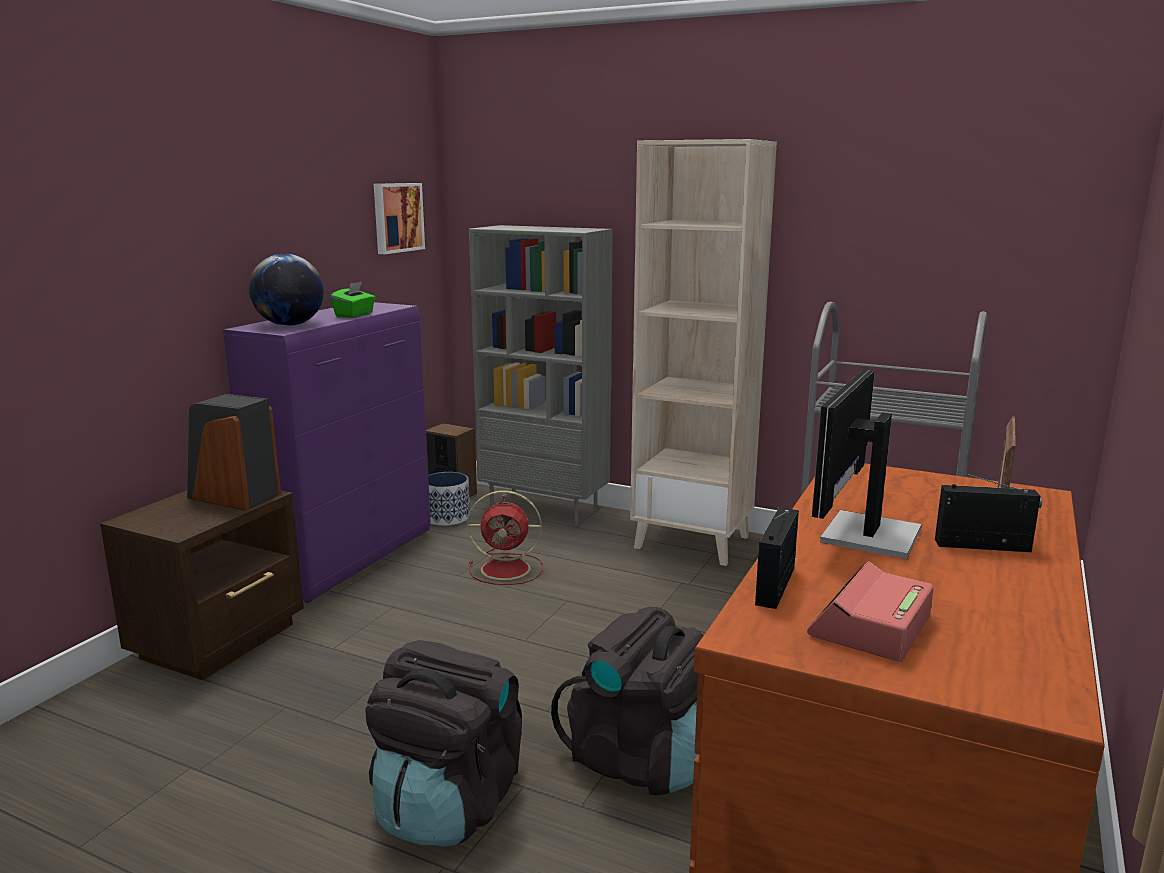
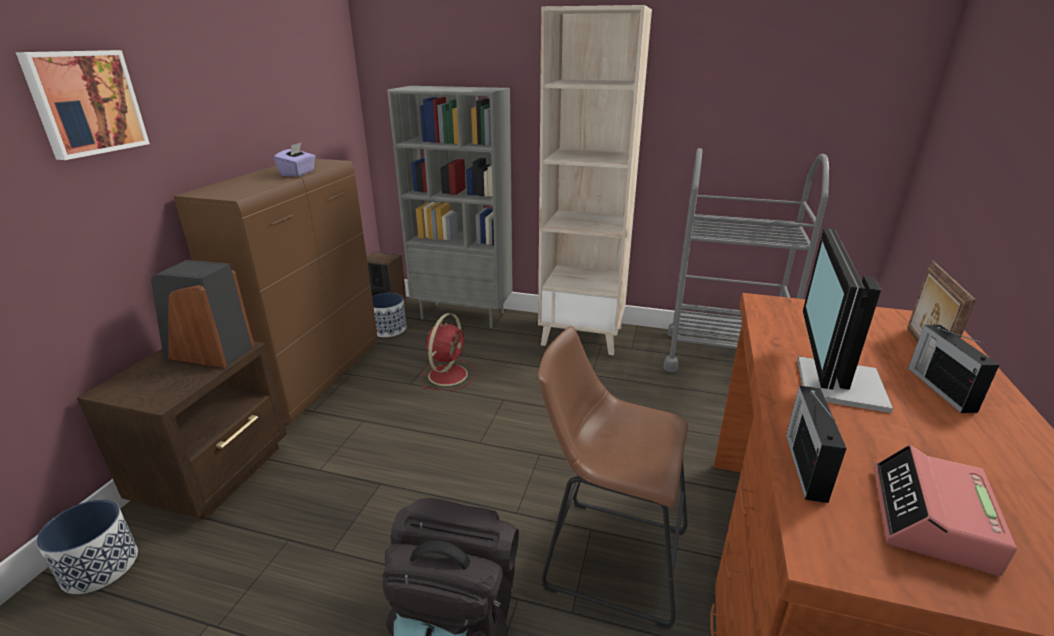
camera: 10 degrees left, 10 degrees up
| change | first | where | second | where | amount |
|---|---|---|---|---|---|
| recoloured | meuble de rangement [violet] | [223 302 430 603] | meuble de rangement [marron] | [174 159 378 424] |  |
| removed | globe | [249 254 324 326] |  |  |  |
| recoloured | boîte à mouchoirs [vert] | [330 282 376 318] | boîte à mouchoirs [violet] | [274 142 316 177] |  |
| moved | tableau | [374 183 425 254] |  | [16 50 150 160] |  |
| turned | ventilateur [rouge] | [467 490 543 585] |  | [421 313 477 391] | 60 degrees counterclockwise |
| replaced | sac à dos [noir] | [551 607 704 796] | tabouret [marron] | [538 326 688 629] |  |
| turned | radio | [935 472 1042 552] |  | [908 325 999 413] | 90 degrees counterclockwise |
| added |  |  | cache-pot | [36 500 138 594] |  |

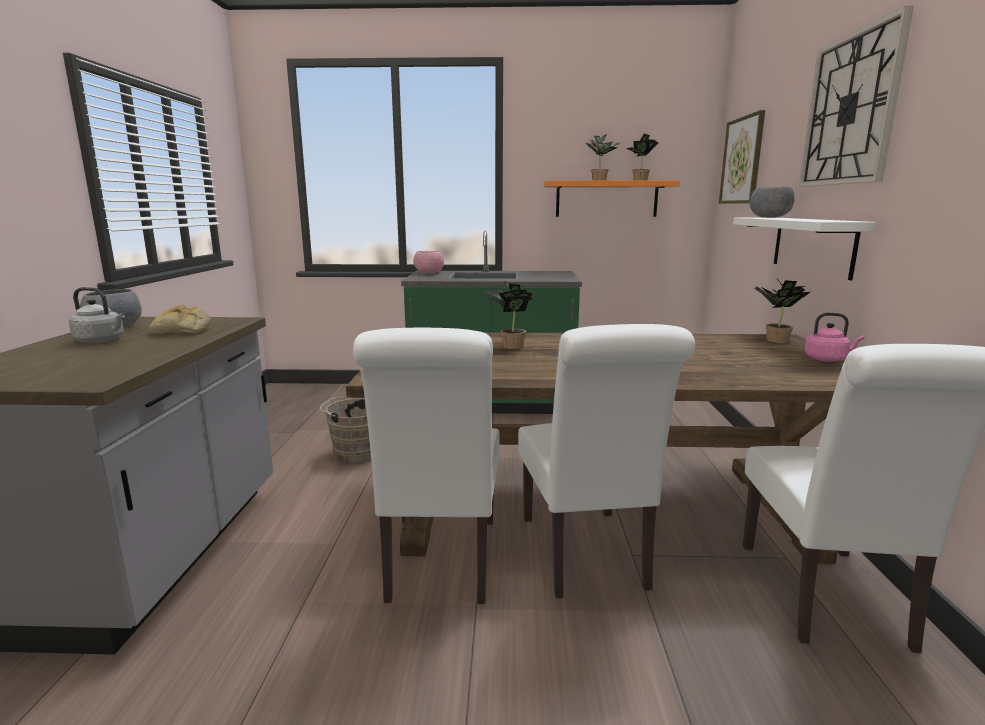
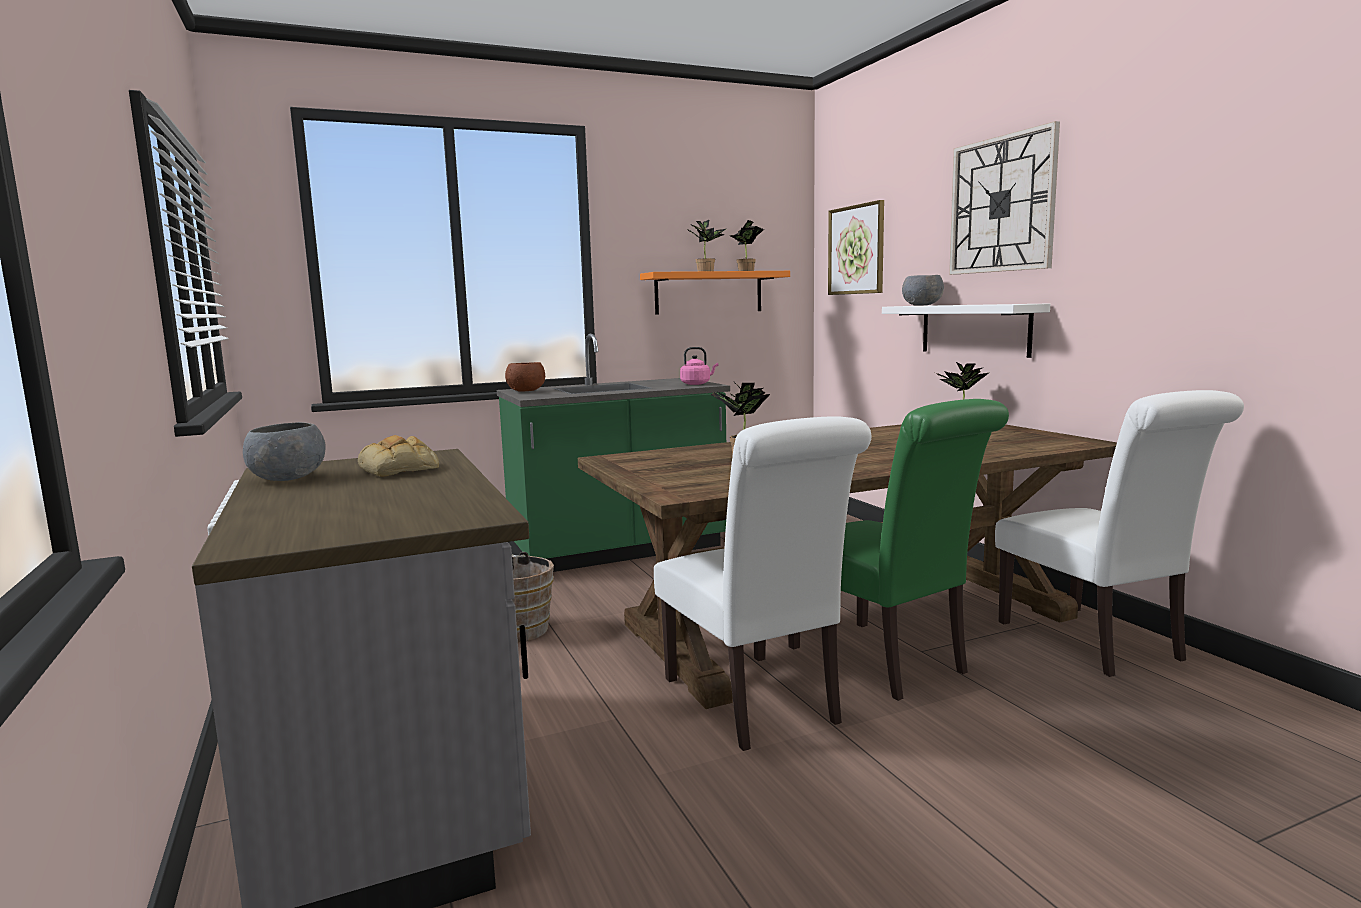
camera: 25 degrees left, 5 degrees down
| change | first | where | second | where | amount |
|---|---|---|---|---|---|
| removed | bouilloire [gris] | [69 287 125 343] |  |  |  |
| recoloured | bol [rose] | [413 251 444 274] | bol [marron] | [505 362 545 391] |  |
| recoloured | chaise [blanc] | [518 324 695 598] | chaise [vert] | [788 399 1009 701] |  |
| moved | bouilloire [rose] | [804 313 865 362] |  | [680 347 718 385] |  |

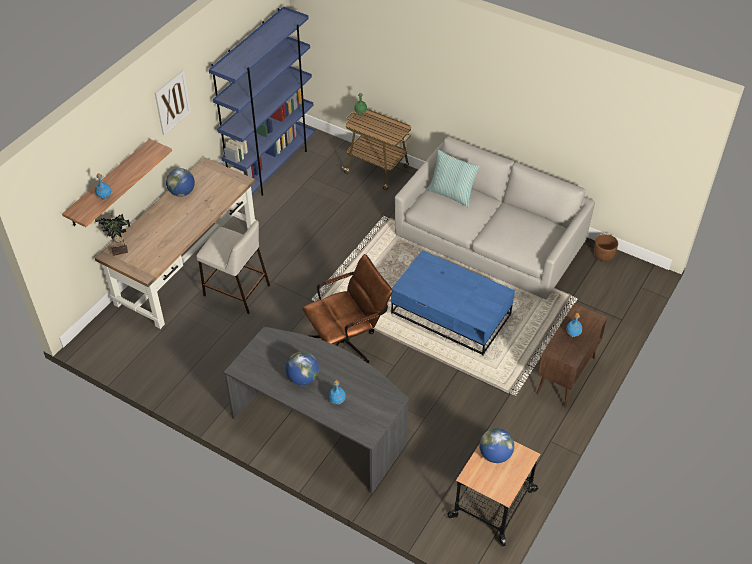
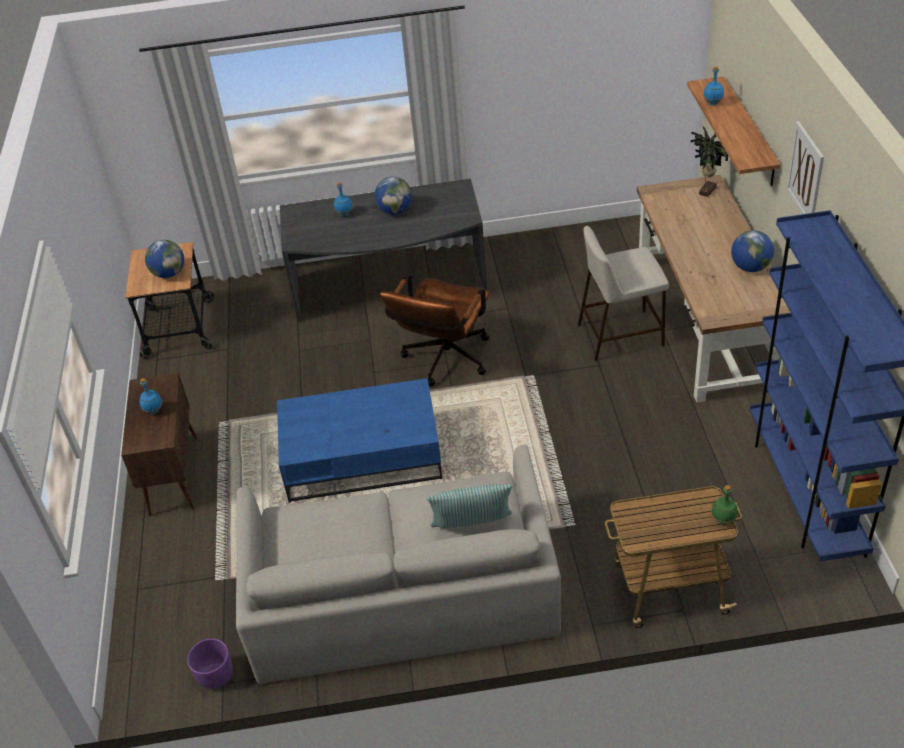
camera: 145 degrees right, 5 degrees down
| change | first | where | second | where | amount |
|---|---|---|---|---|---|
| recoloured | cache-pot [marron] | [594 234 618 262] | cache-pot [violet] | [187 638 233 689] |  |

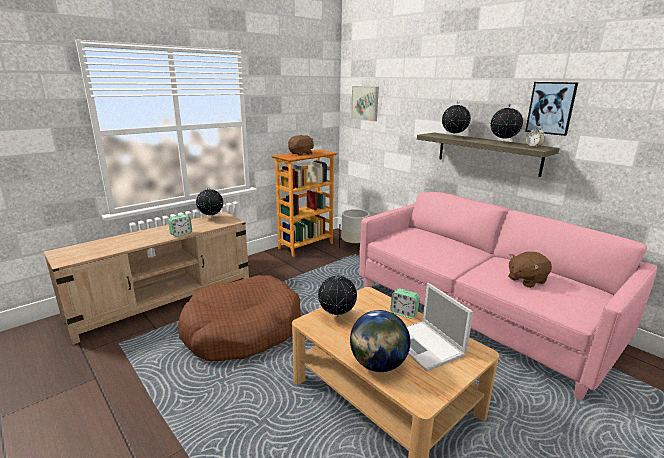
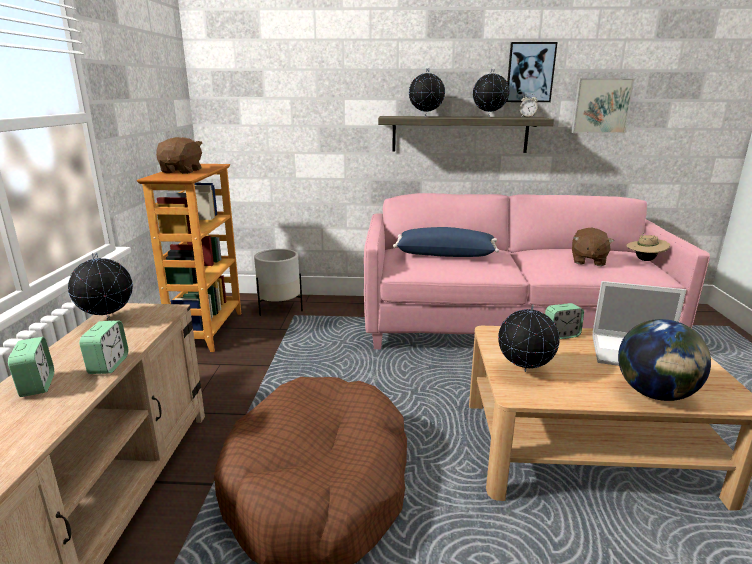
camera: 45 degrees left, 0 degrees up
| change | first | where | second | where | amount |
|---|---|---|---|---|---|
| moved | tableau | [351 86 379 121] |  | [571 78 635 134] |  |
| added |  |  | réveil | [8 337 54 397] |  |
| added |  |  | coussin [bleu] | [393 227 499 257] |  |
| added |  |  | chapeau [beige] | [626 233 670 261] |  |

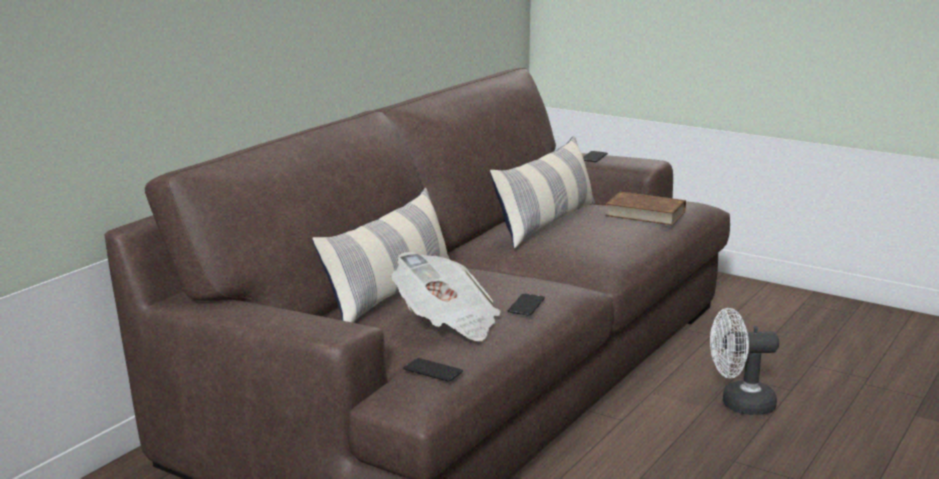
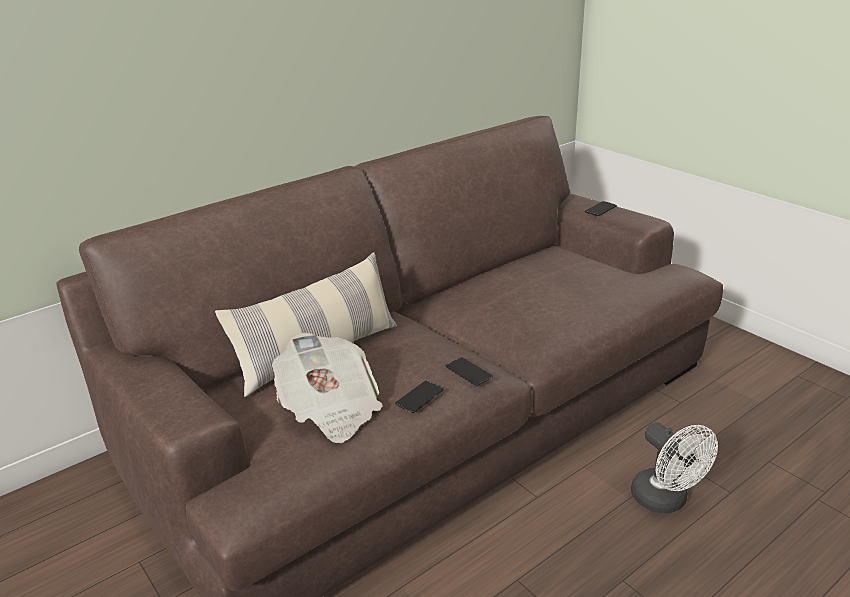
camera: 20 degrees right, 10 degrees up
| change | first | where | second | where | amount |
|---|---|---|---|---|---|
| moved | téléphone | [403 358 463 381] |  | [446 357 493 386] |  |
| removed | coussin | [490 136 595 248] |  |  |  |
| removed | livre [marron] | [605 192 686 225] |  |  |  |
| turned | ventilateur [blanc] | [710 308 779 415] |  | [631 422 718 513] | 135 degrees counterclockwise |

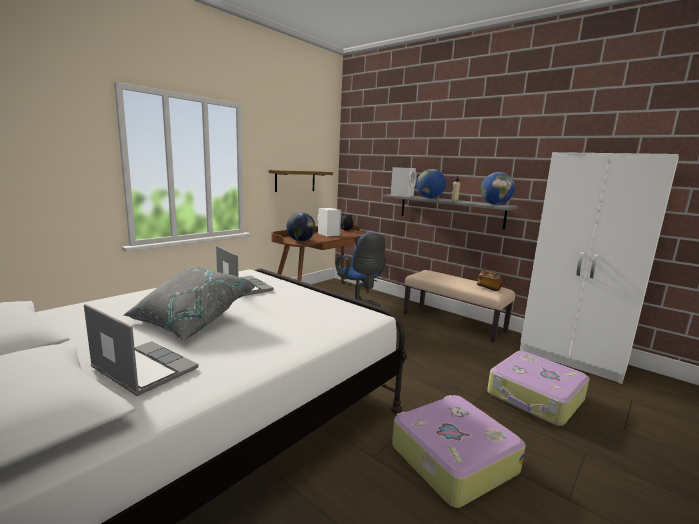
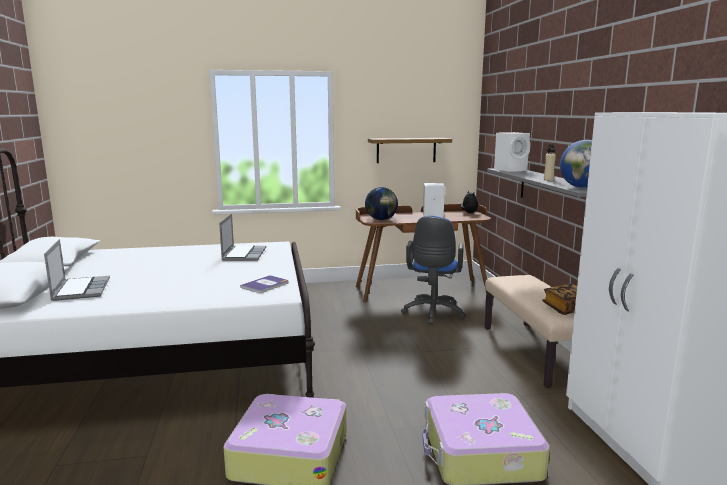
camera: 40 degrees right, 0 degrees up
| change | first | where | second | where | amount |
|---|---|---|---|---|---|
| removed | coussin [gris] | [124 266 255 341] |  |  |  |
| removed | globe | [416 169 446 199] |  |  |  |
| added |  |  | livre | [240 275 288 293] |  |

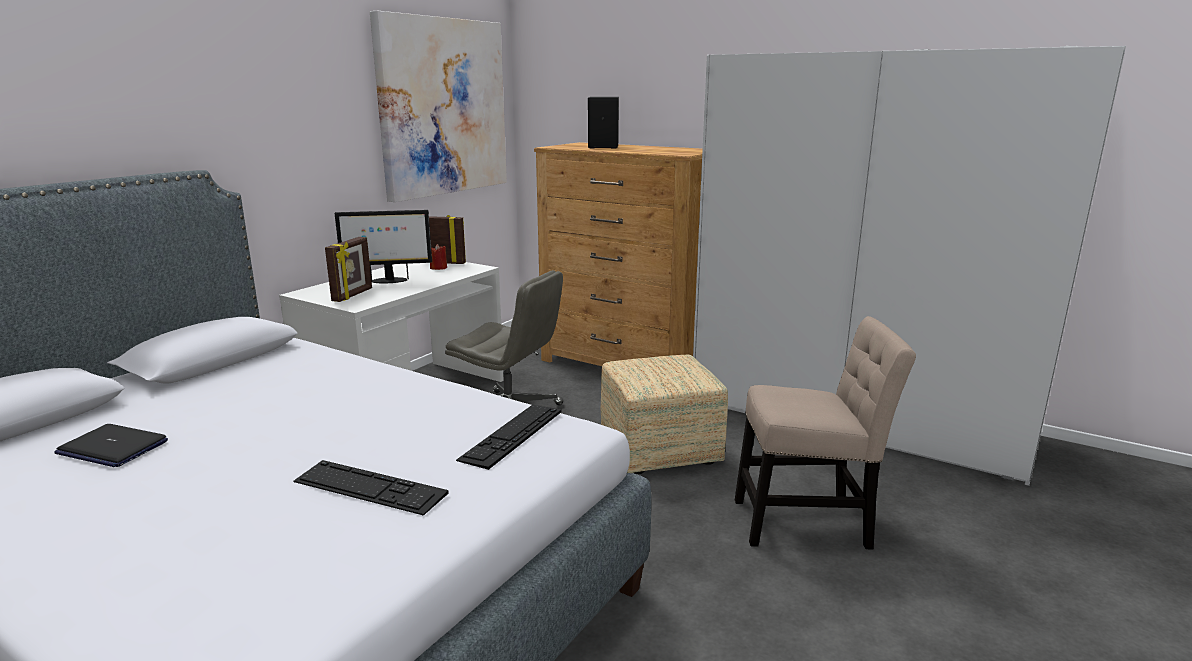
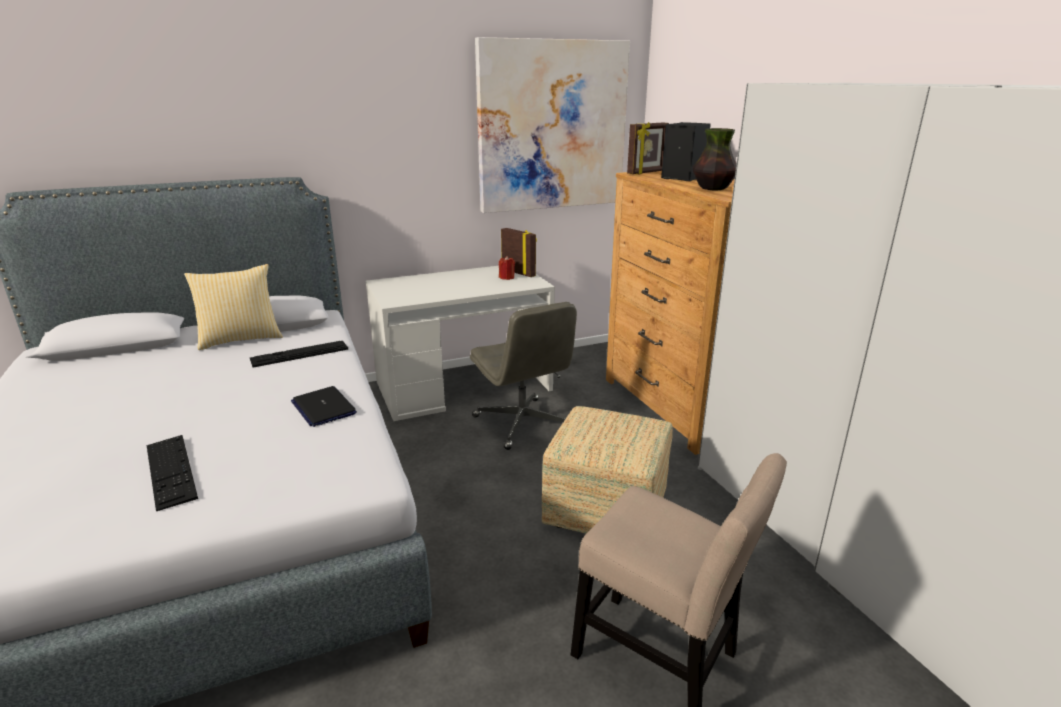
camera: 35 degrees right, 5 degrees up
| change | first | where | second | where | amount |
|---|---|---|---|---|---|
| moved | ordinateur portable | [54 424 168 467] |  | [291 386 357 427] |  |
| moved | cadre photo | [325 237 372 302] |  | [627 122 669 174] |  |
| removed | écran d'ordinateur | [334 210 432 283] |  |  |  |
| moved | clavier | [456 405 561 470] |  | [250 341 348 367] |  |
| added |  |  | coussin | [184 264 283 350] |  |
| added |  |  | vase | [692 128 737 190] |  |

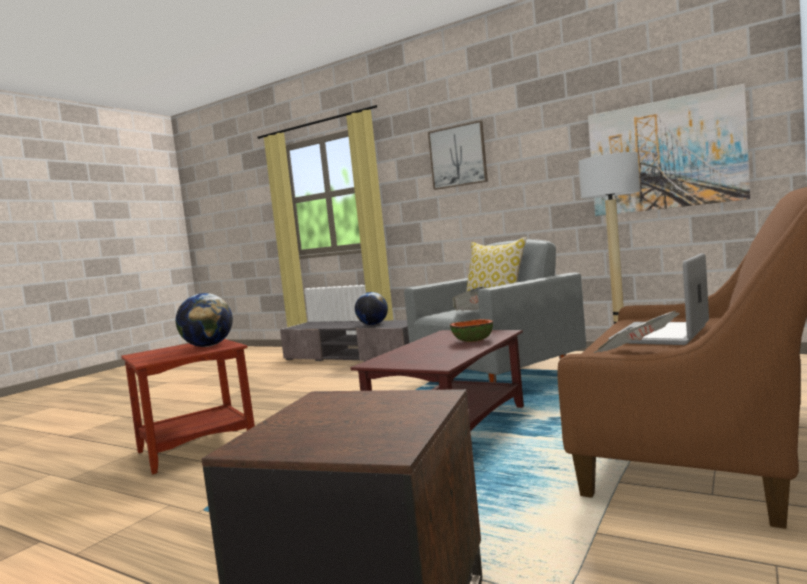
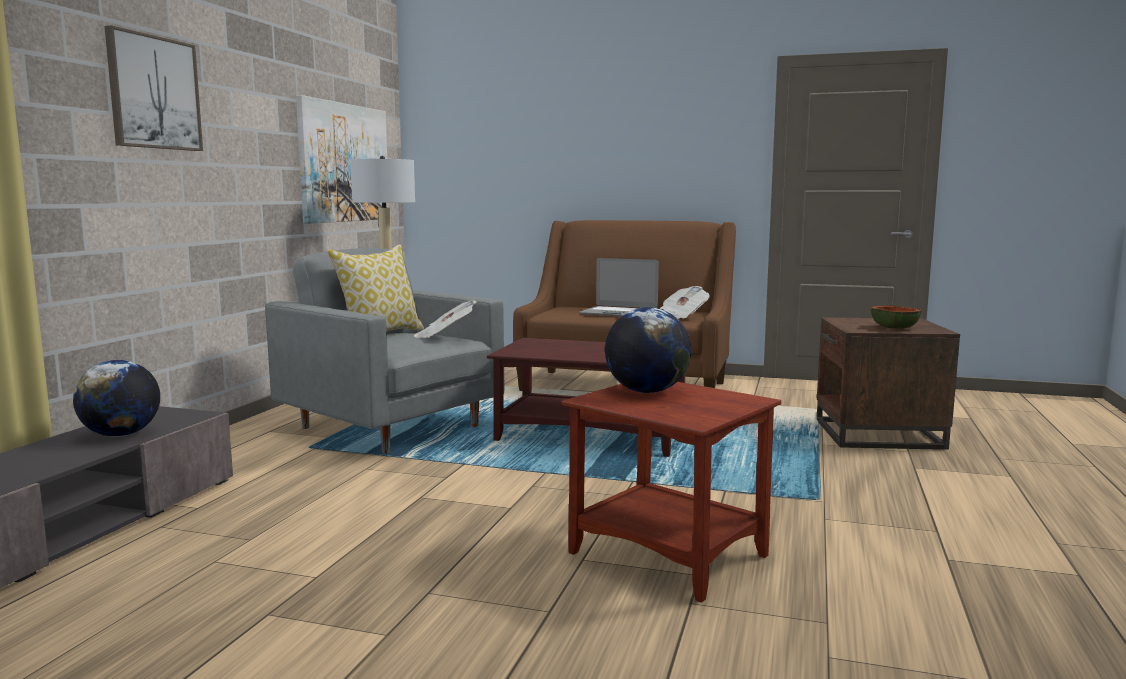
camera: 105 degrees left, 5 degrees up
| change | first | where | second | where | amount |
|---|---|---|---|---|---|
| moved | bol | [450 319 493 342] |  | [871 306 921 329] |  |

